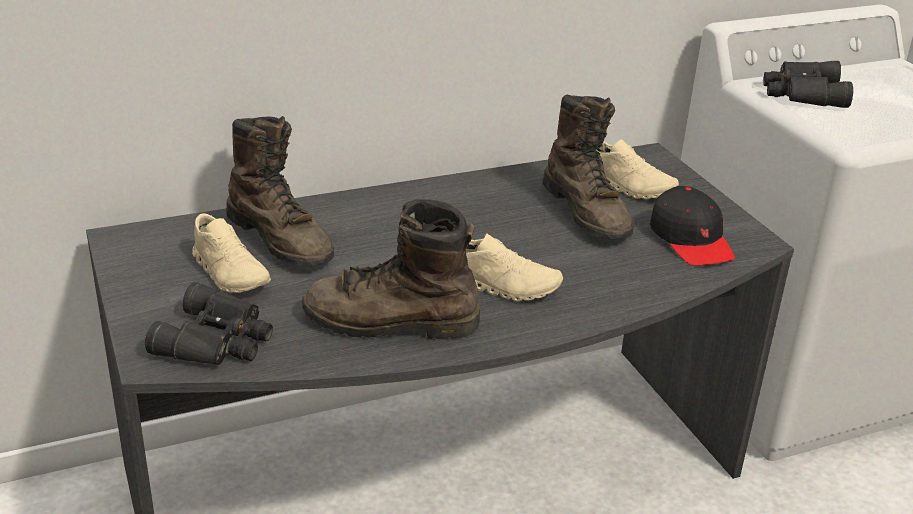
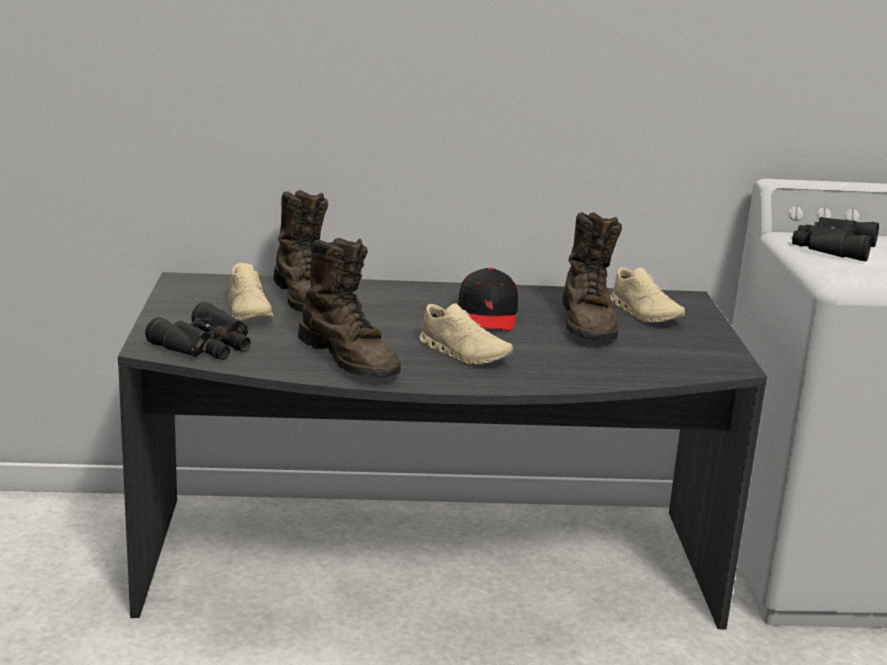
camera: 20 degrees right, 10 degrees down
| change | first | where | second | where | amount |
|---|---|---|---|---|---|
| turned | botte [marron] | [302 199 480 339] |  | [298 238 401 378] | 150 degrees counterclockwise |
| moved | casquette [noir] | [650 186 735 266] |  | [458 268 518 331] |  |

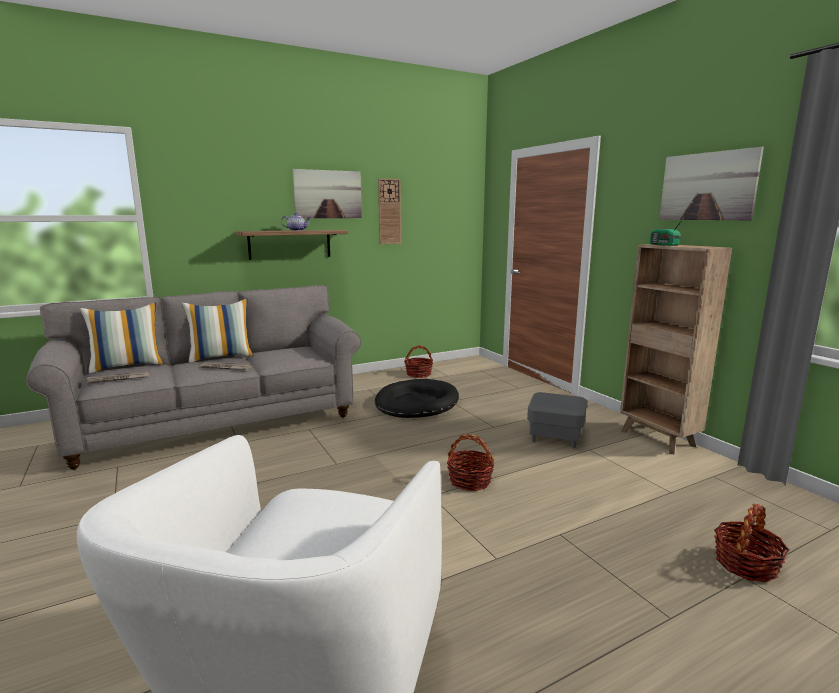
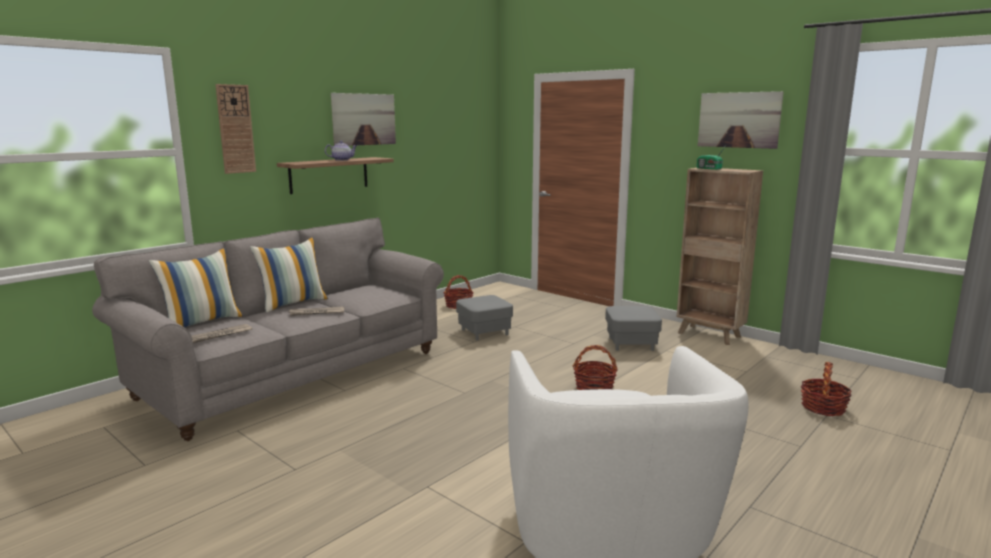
camera: 20 degrees left, 0 degrees up
| change | first | where | second | where | amount |
|---|---|---|---|---|---|
| replaced | panier pour chien [noir] | [375 379 459 418] | pouf [gris] | [456 295 513 340] |  |
| moved | horloge murale | [378 178 401 244] |  | [215 84 256 174] |  |

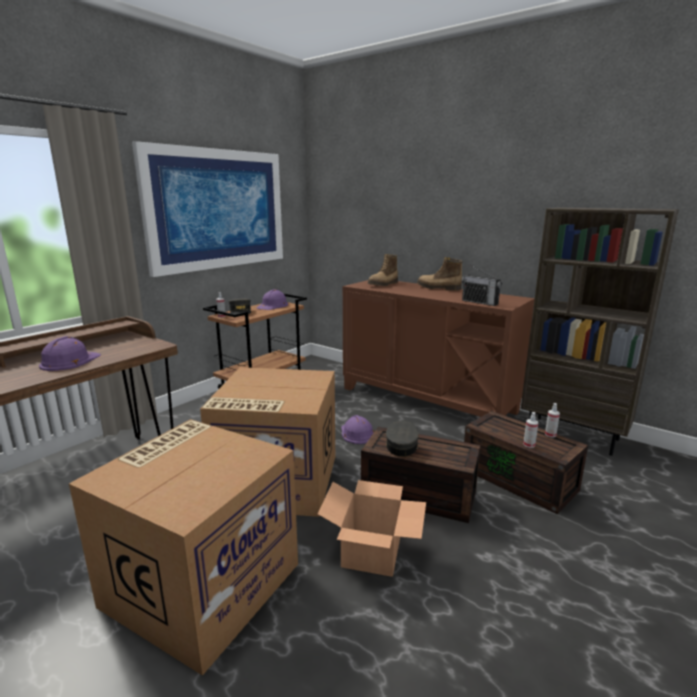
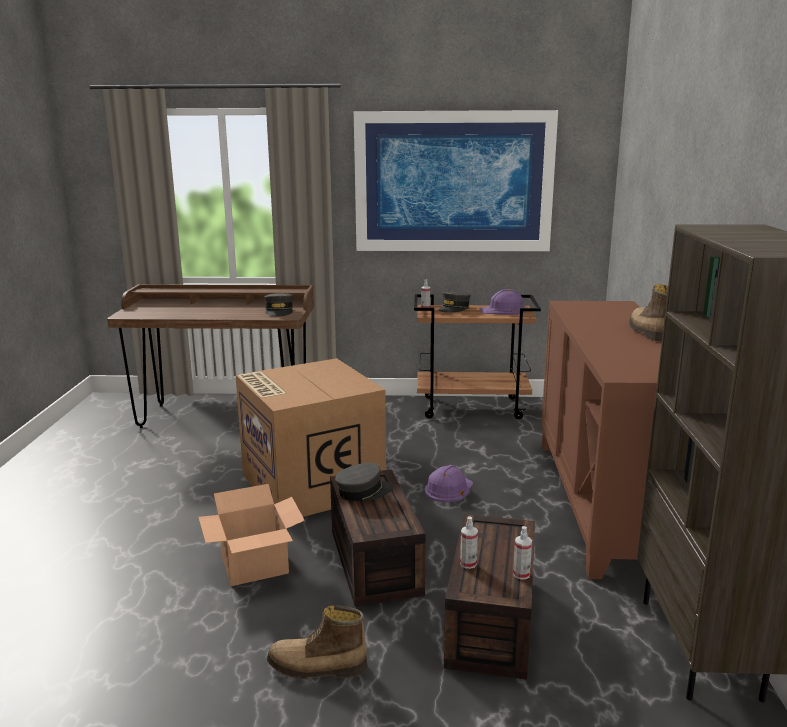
camera: 55 degrees right, 0 degrees up
| change | first | where | second | where | amount |
|---|---|---|---|---|---|
| removed | casque de chantier [violet] | [39 336 101 371] |  |  |  |
| removed | carton | [69 419 298 676] |  |  |  |
| moved | botte | [367 254 398 286] |  | [267 605 368 679] |  |
| removed | radio | [462 265 502 306] |  |  |  |
| added |  |  | casquette [gris] | [264 293 293 316] |  |

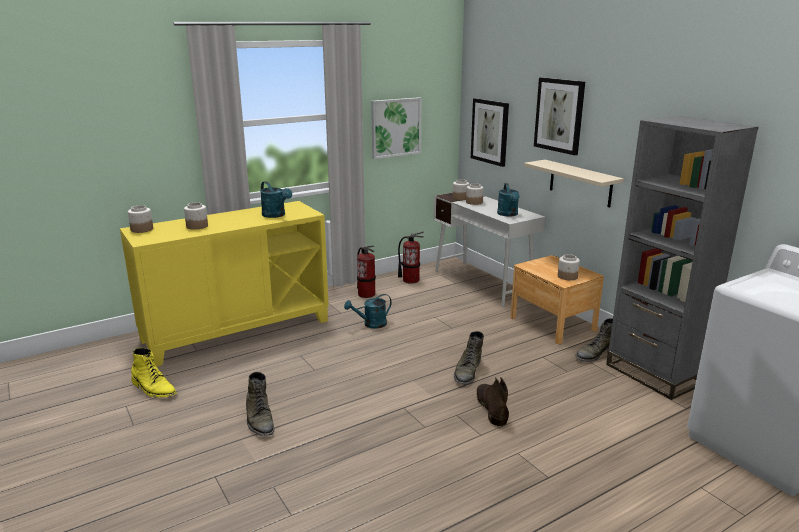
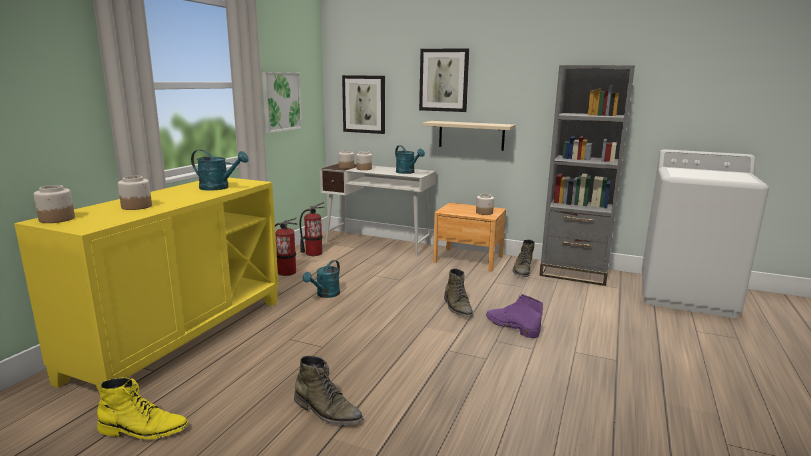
camera: 35 degrees left, 5 degrees down
| change | first | where | second | where | amount |
|---|---|---|---|---|---|
| recoloured | botte [marron] | [476 377 509 426] | botte [violet] | [486 294 543 338] |  |

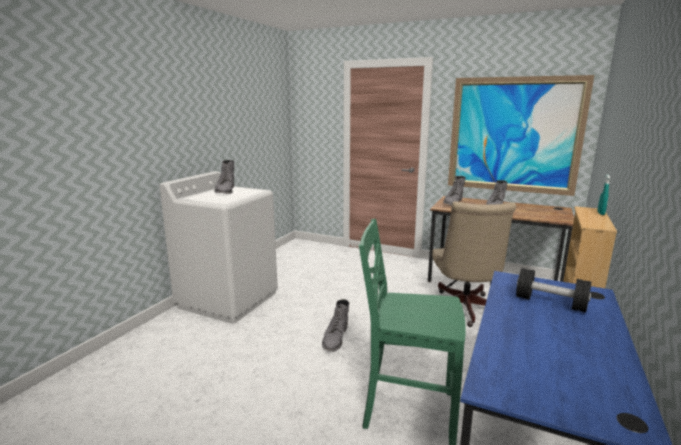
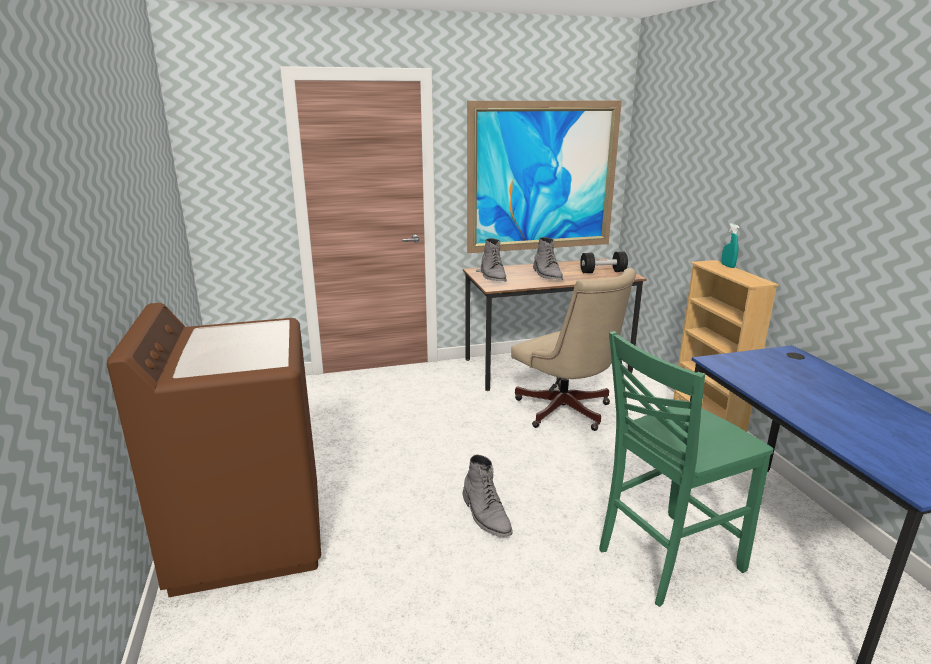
camera: 40 degrees left, 5 degrees up
| change | first | where | second | where | amount |
|---|---|---|---|---|---|
| recoloured | lave-linge [blanc] | [160 171 278 324] | lave-linge [marron] | [107 303 321 597] |  |
| removed | botte [gris] | [214 160 234 194] |  |  |  |
| moved | haltère [noir] | [516 268 591 312] |  | [580 252 628 273] |  |

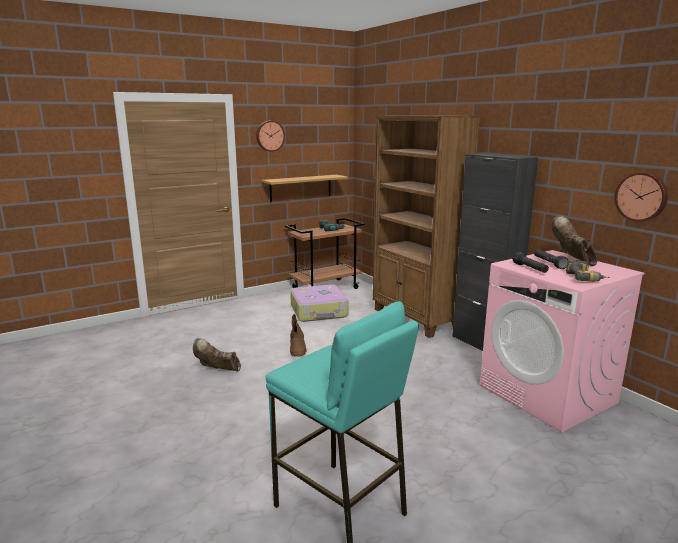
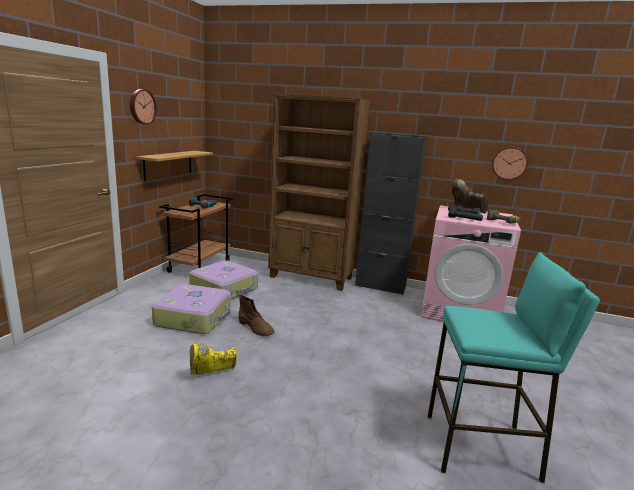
camera: 40 degrees left, 0 degrees up
| change | first | where | second | where | amount |
|---|---|---|---|---|---|
| recoloured | botte [marron] | [193 338 241 371] | botte [jaune] | [190 343 237 375] |  |
| added |  |  | valise | [152 284 231 334] |  |

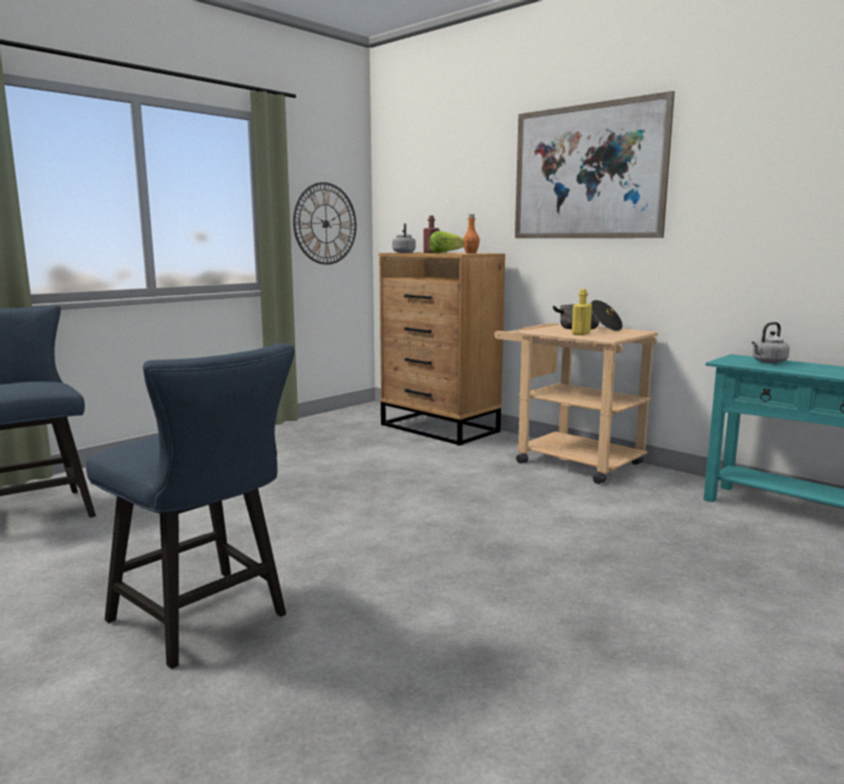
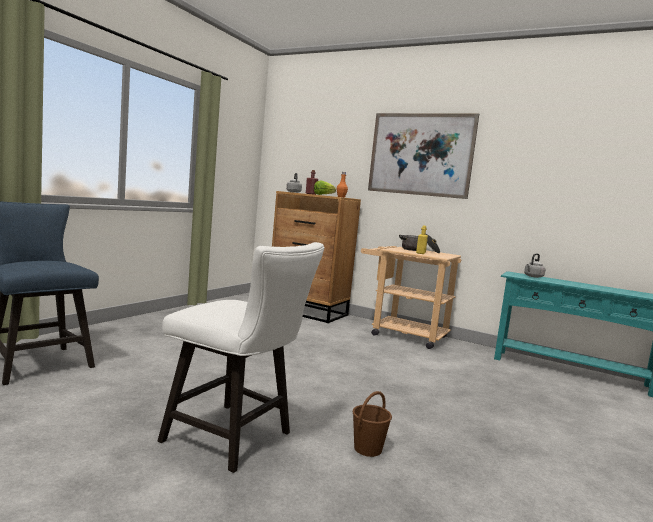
camera: 15 degrees left, 5 degrees down
| change | first | where | second | where | amount |
|---|---|---|---|---|---|
| recoloured | chaise [bleu] | [86 343 295 669] | chaise [blanc] | [158 242 325 473] |  |
| removed | horloge murale | [293 182 356 265] |  |  |  |
| added |  |  | seau [marron] | [353 391 392 457] |  |

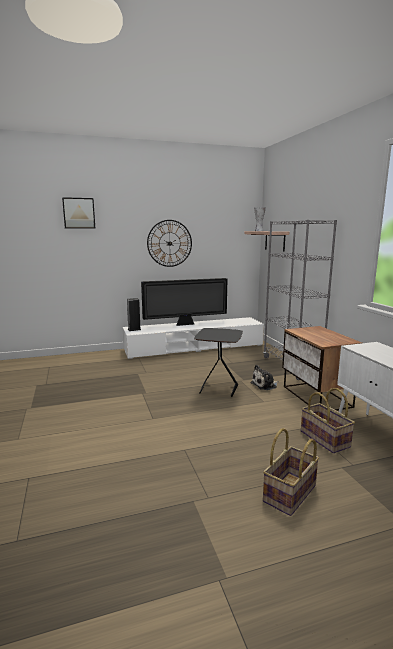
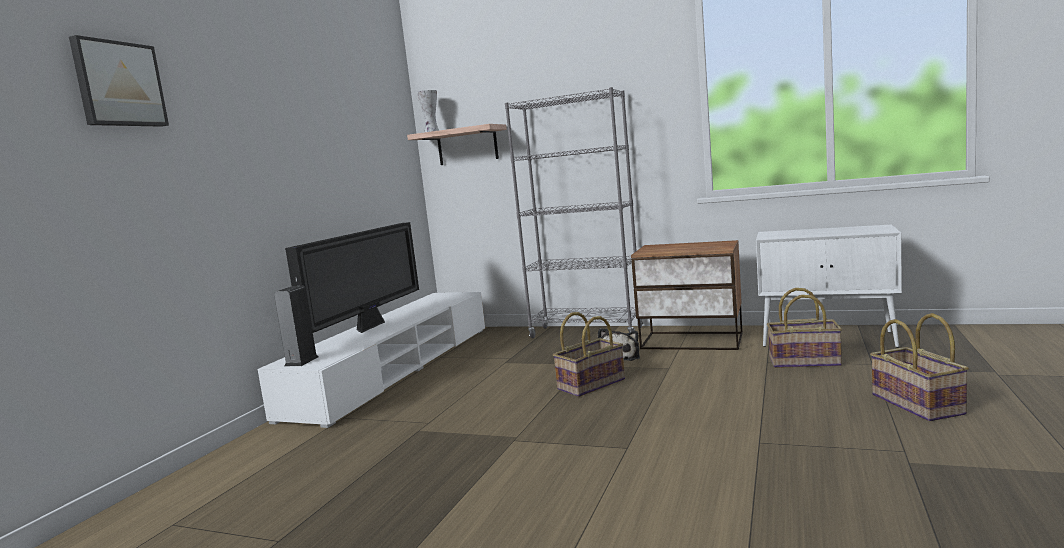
camera: 50 degrees left, 5 degrees down
| change | first | where | second | where | amount |
|---|---|---|---|---|---|
| removed | horloge murale | [147 220 192 267] |  |  |  |
| replaced | table d'appoint [noir] | [194 328 243 397] | panier | [553 312 625 397] |  |

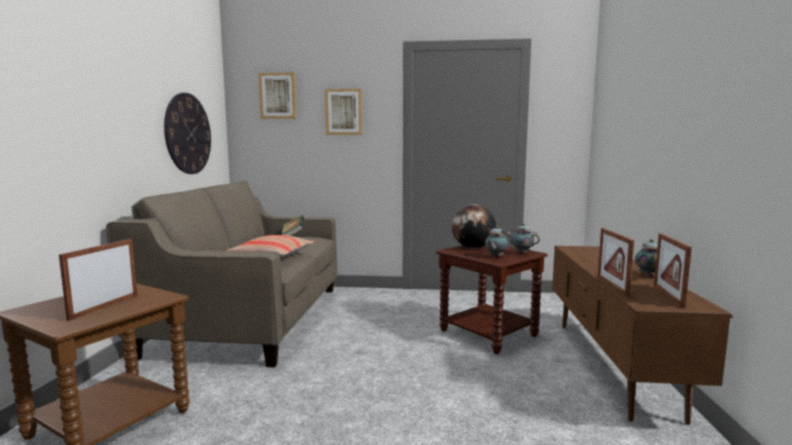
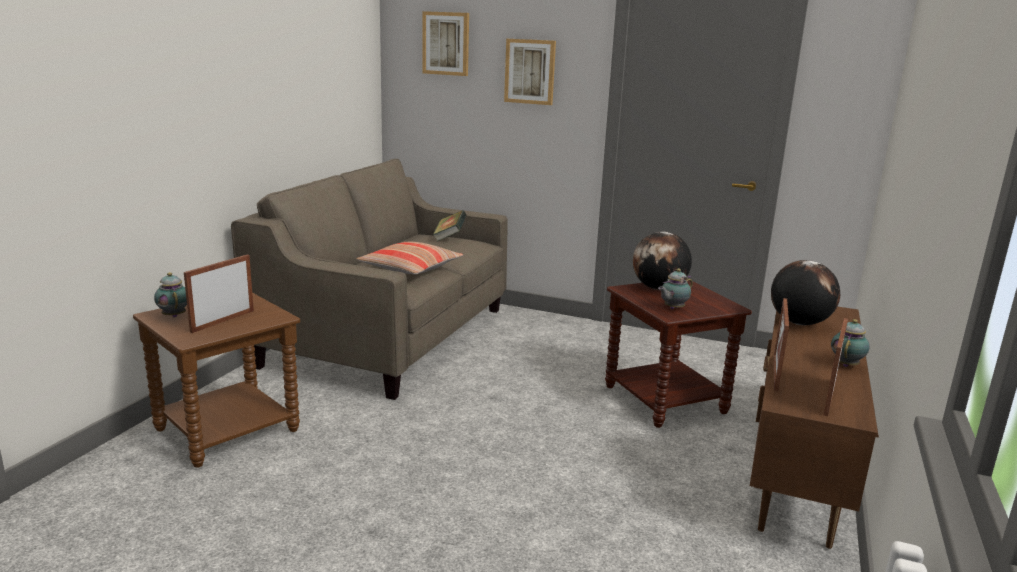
camera: 15 degrees right, 10 degrees up
| change | first | where | second | where | amount |
|---|---|---|---|---|---|
| removed | horloge murale | [164 93 211 174] |  |  |  |
| moved | théière | [506 223 540 254] |  | [154 272 187 318] |  |
| added |  |  | globe | [771 260 841 325] |  |

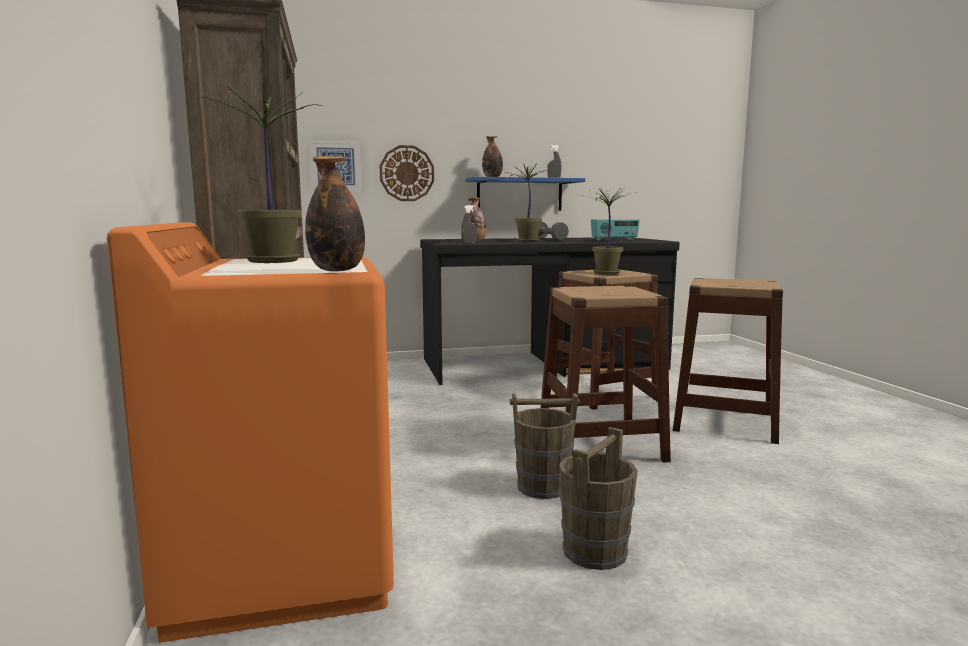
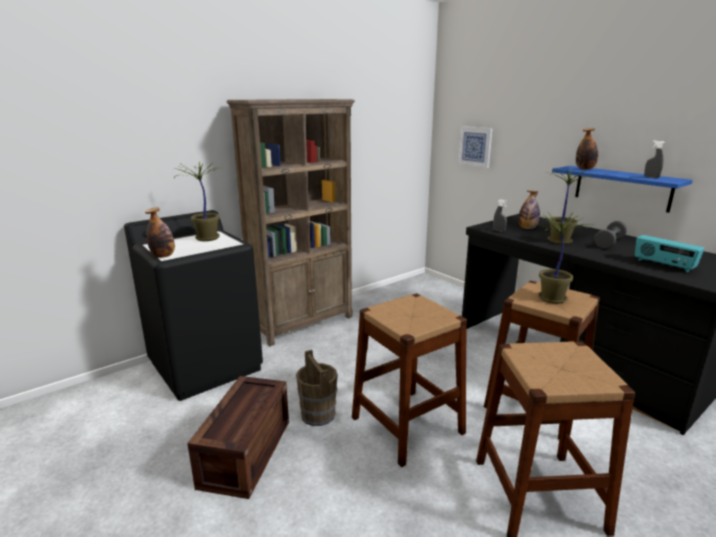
camera: 65 degrees right, 10 degrees up
| change | first | where | second | where | amount |
|---|---|---|---|---|---|
| recoloured | lave-linge [orange] | [107 222 394 643] | lave-linge [noir] | [124 210 263 401] |  |
| removed | horloge murale | [380 145 434 201] |  |  |  |
| replaced | seau [marron] | [559 427 638 570] | caisse | [187 376 289 499] |  |

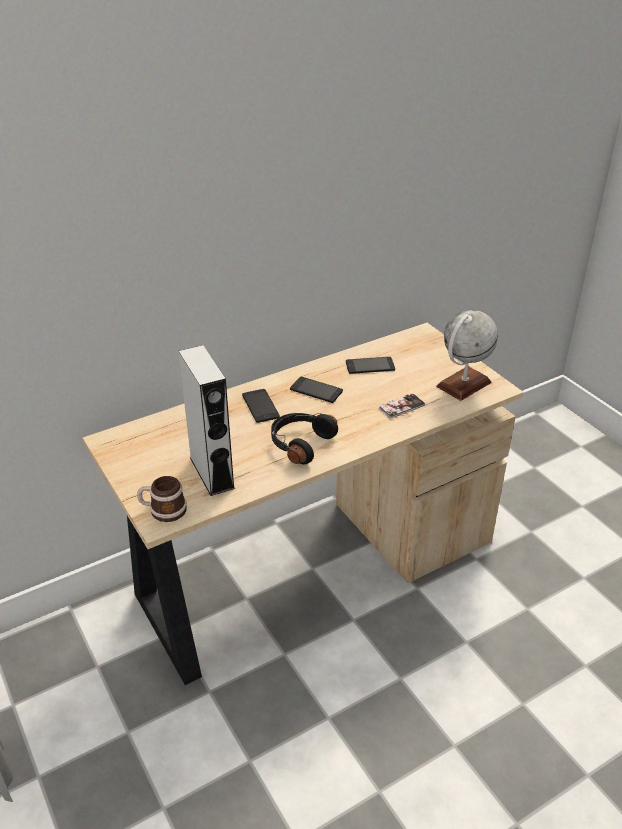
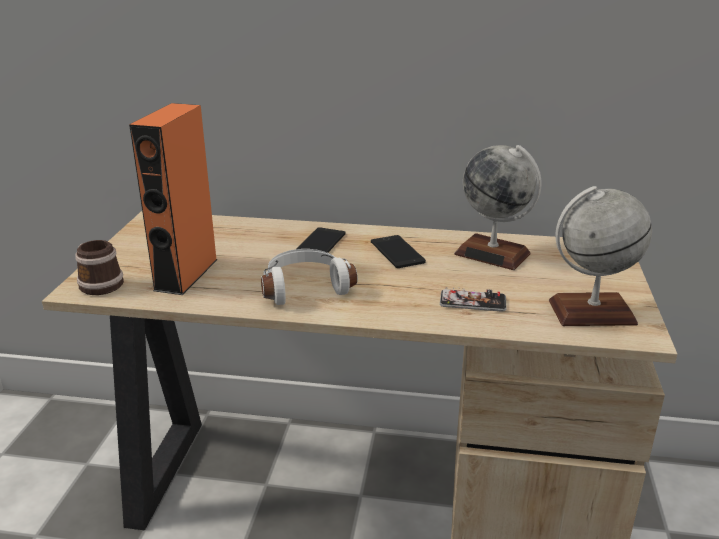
camera: 40 degrees right, 10 degrees down
| change | first | where | second | where | amount |
|---|---|---|---|---|---|
| recoloured | enceinte [gris] | [178 345 235 496] | enceinte [orange] | [129 103 218 295] |  |
| recoloured | casque audio [noir] | [271 413 338 465] | casque audio [blanc] | [261 249 358 305] |  |
| replaced | téléphone | [346 357 395 374] | globe | [454 145 542 270] |  |

